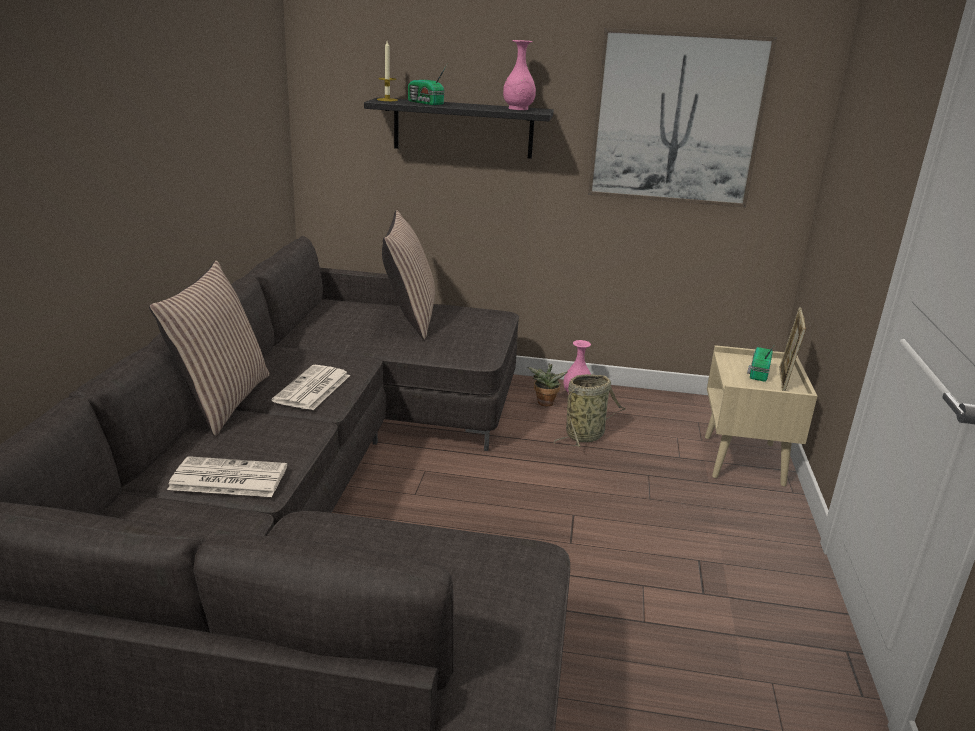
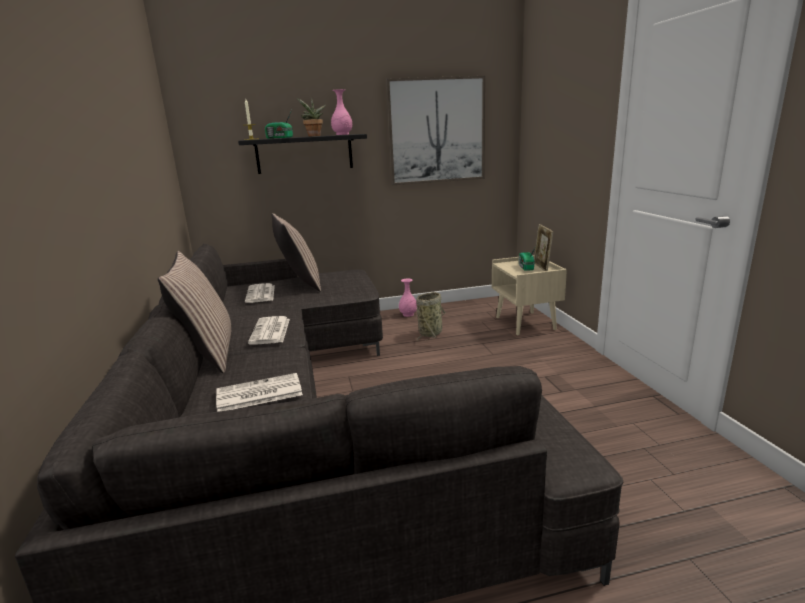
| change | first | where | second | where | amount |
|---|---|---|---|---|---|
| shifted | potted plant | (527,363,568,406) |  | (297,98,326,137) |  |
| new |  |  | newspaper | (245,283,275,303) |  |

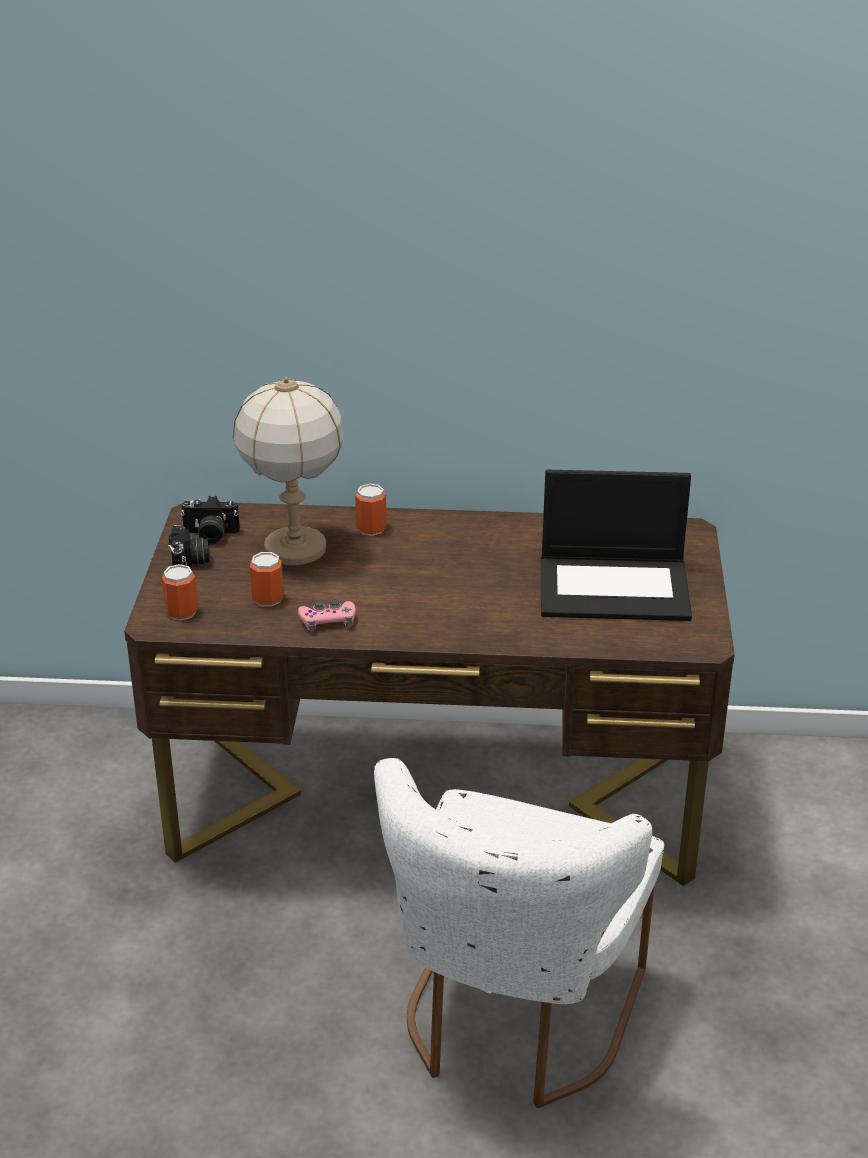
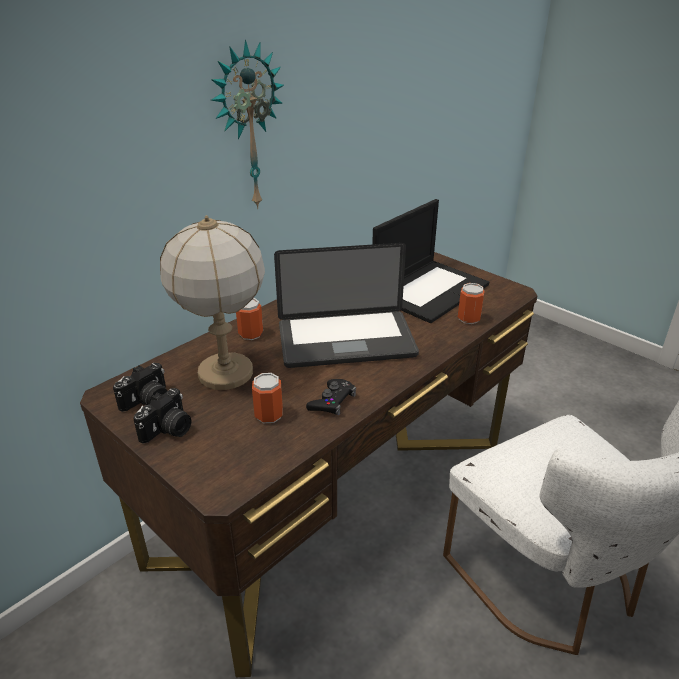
| change | first | where | second | where | amount |
|---|---|---|---|---|---|
| shifted | can | (162,564,198,621) |  | (458,283,485,324) |  |
| rotated | photo camera | (168,524,210,567) |  | (133,388,191,443) | 90 degrees clockwise |
| repainted | game controller/pink | (298,600,356,632) | game controller/black | (306,379,356,416) |  |
| new |  |  | wall clock | (211,40,284,209) |  |
| new |  |  | laptop | (274,243,419,368) |  |

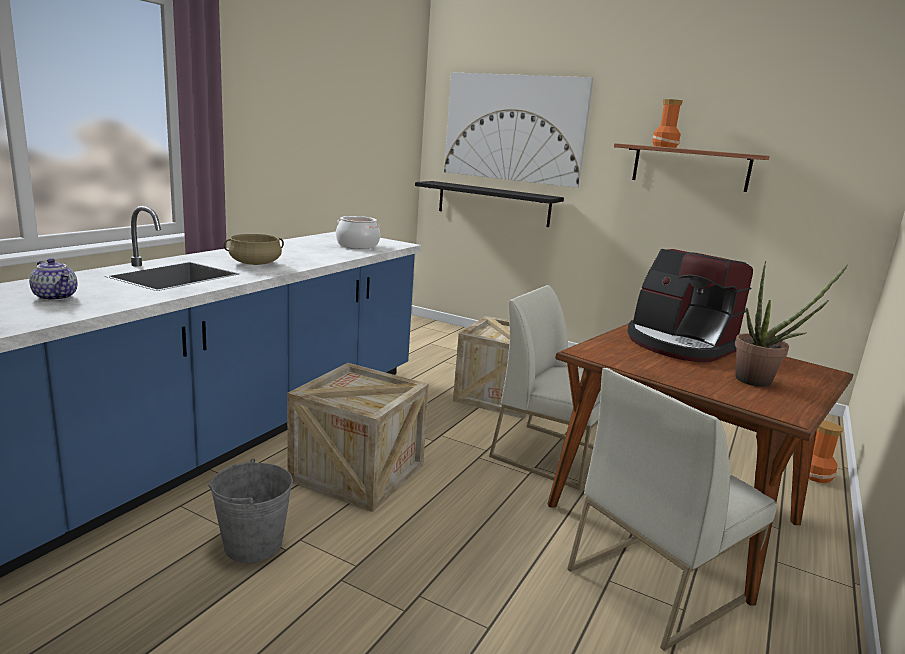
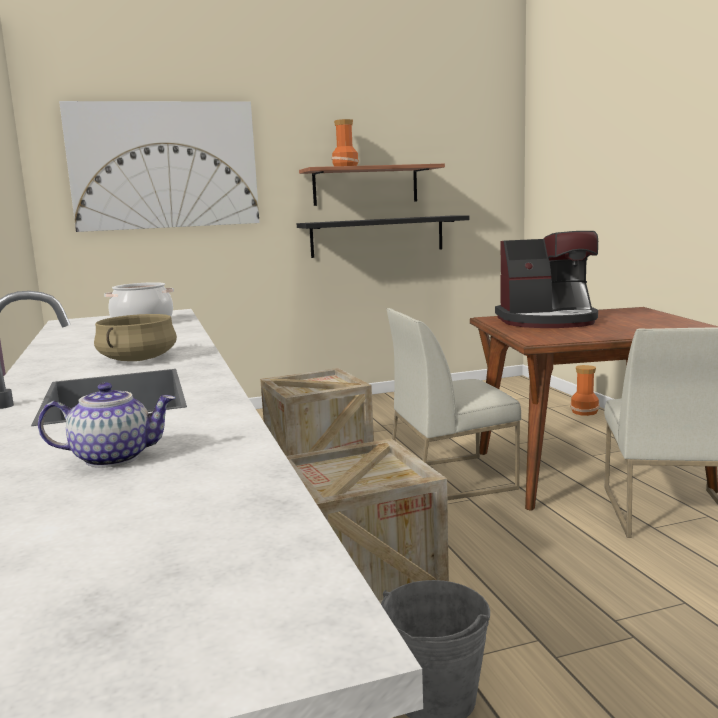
| change | first | where | second | where | amount |
|---|---|---|---|---|---|
| shifted | shelf/black | (415,181,564,227) |  | (297,215,469,258) |  |
| gone | potted plant | (735,261,848,387) |  |  |  |

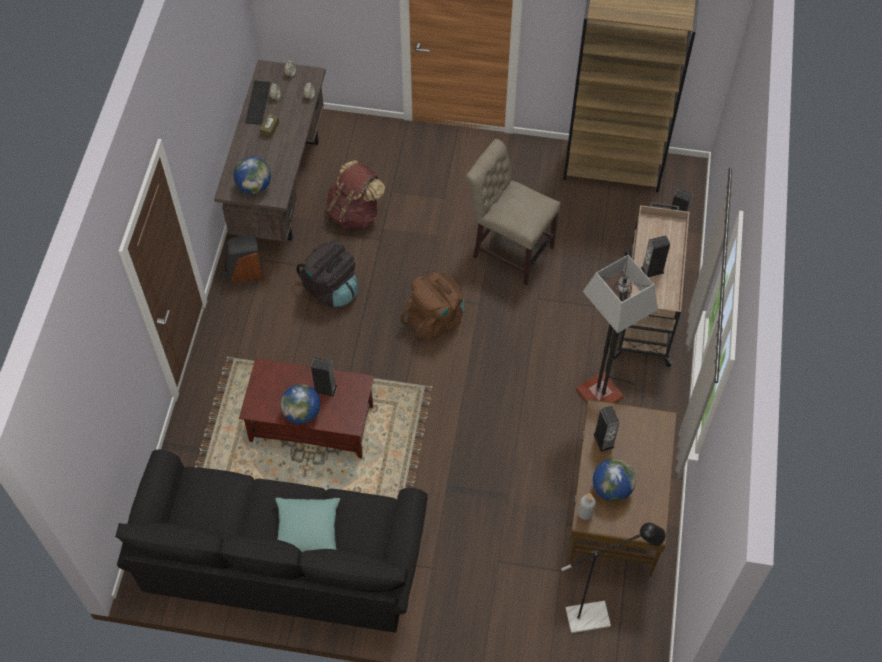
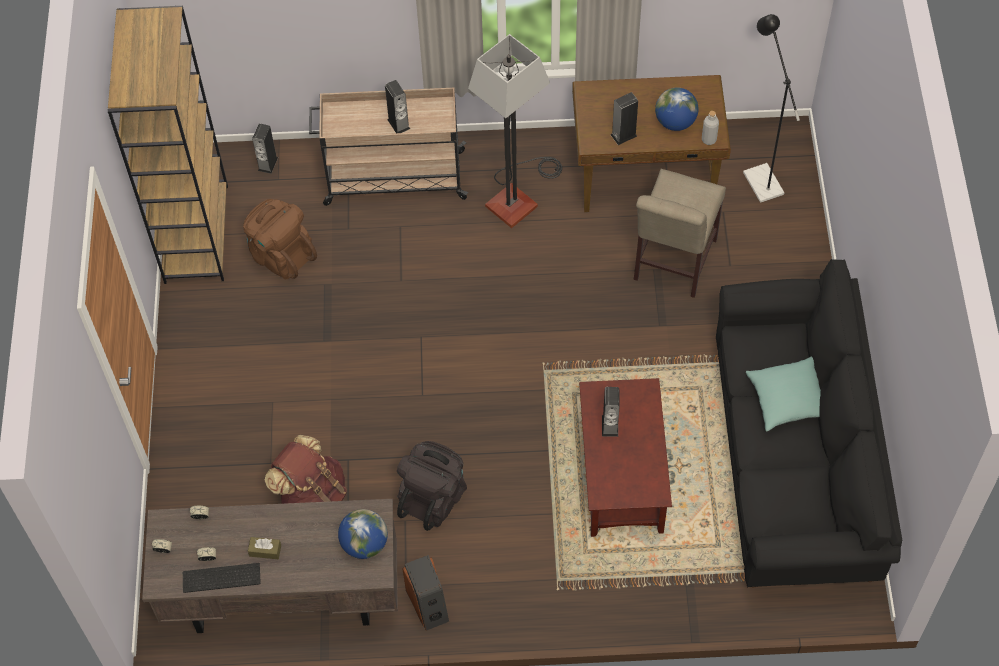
| change | first | where | second | where | amount |
|---|---|---|---|---|---|
| gone | globe | (280,384,321,424) |  |  |  |
| shifted | backpack/brown | (400,272,464,342) |  | (243,199,317,279) |  |
| shifted | chair/beige | (466,139,560,286) |  | (634,169,726,298) |  |

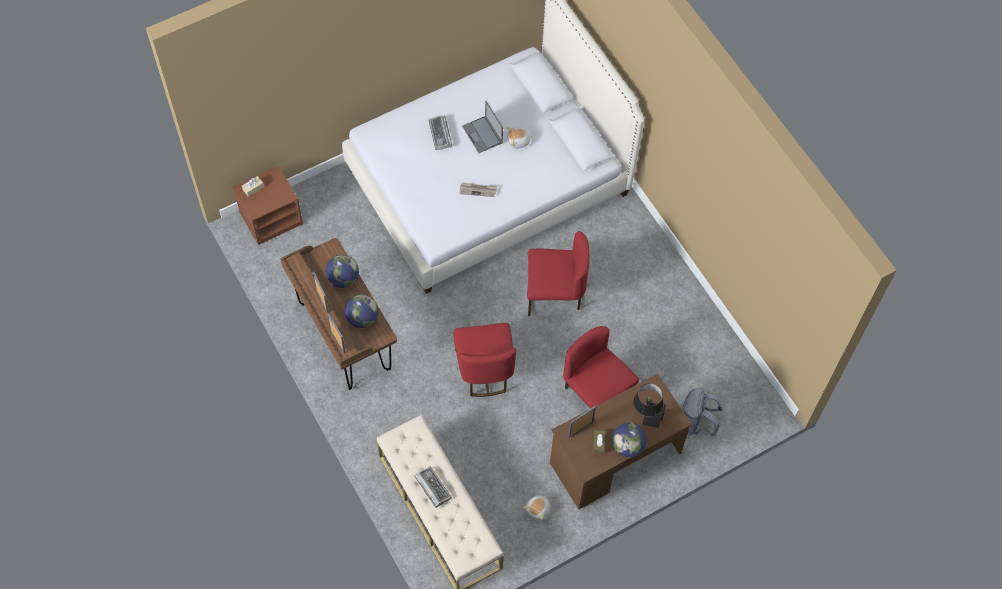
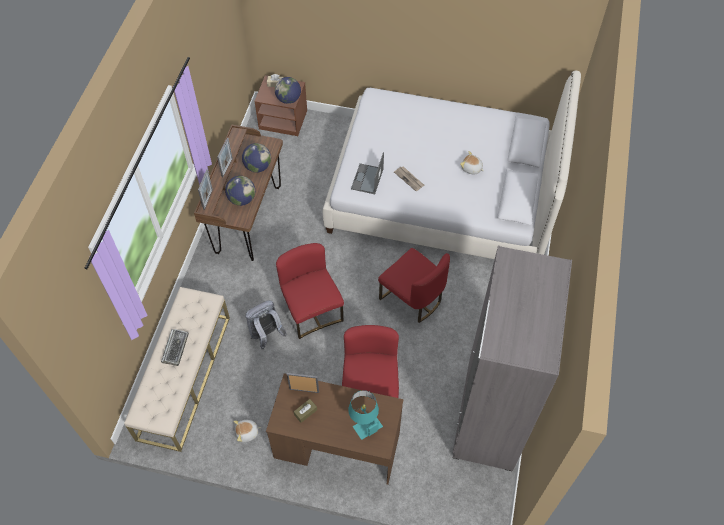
| change | first | where | second | where | amount |
|---|---|---|---|---|---|
| gone | keyboard | (428,115,452,150) |  |  |  |
| rotated | chair/red | (454,323,516,397) |  | (276,243,344,339) | 120 degrees clockwise |
| shifted | laptop | (462,101,503,153) |  | (351,152,384,194) |  |
| shifted | globe | (612,422,647,457) |  | (275,77,301,104) |  |
| repainted | table lamp/black | (634,384,666,428) | table lamp/turquoise | (348,390,383,440) |  |
| shifted | backpack/grey | (682,388,722,437) |  | (245,300,287,349) |  |
| new |  |  | wardrobe/grey | (453,245,572,471) |  |

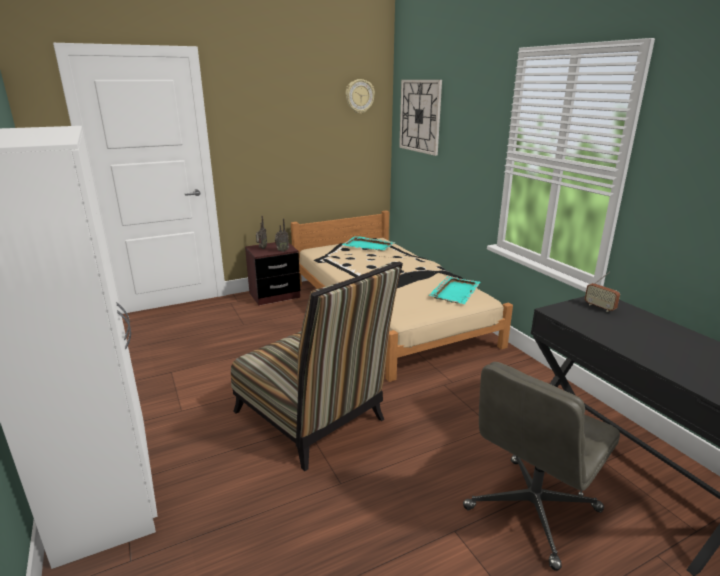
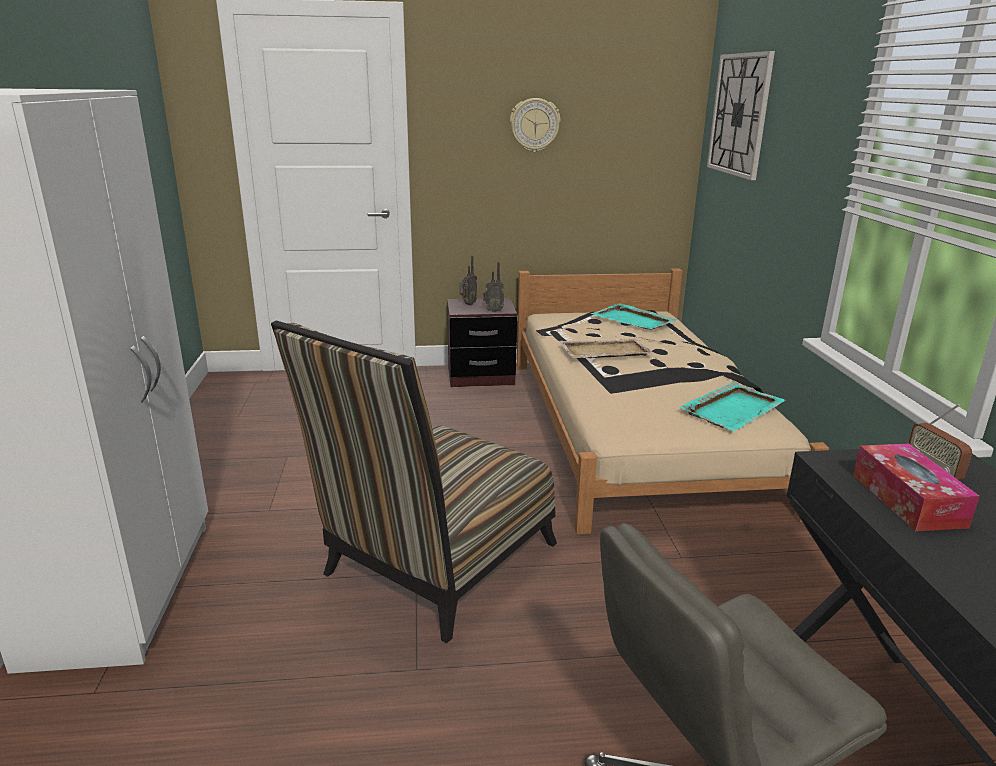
| change | first | where | second | where | amount |
|---|---|---|---|---|---|
| rotated | chair | (231,262,403,471) |  | (271,320,557,643) | 60 degrees clockwise |
| shifted | wall clock | (346,79,375,114) |  | (510,98,561,152) |  |
| new |  |  | tray/beige | (559,338,653,358) |  |
| new |  |  | tissue box | (853,444,979,531) |  |

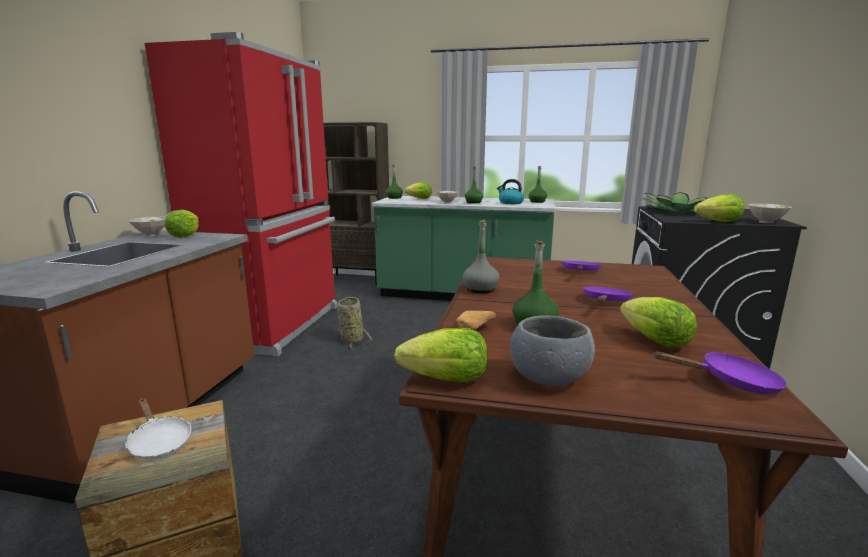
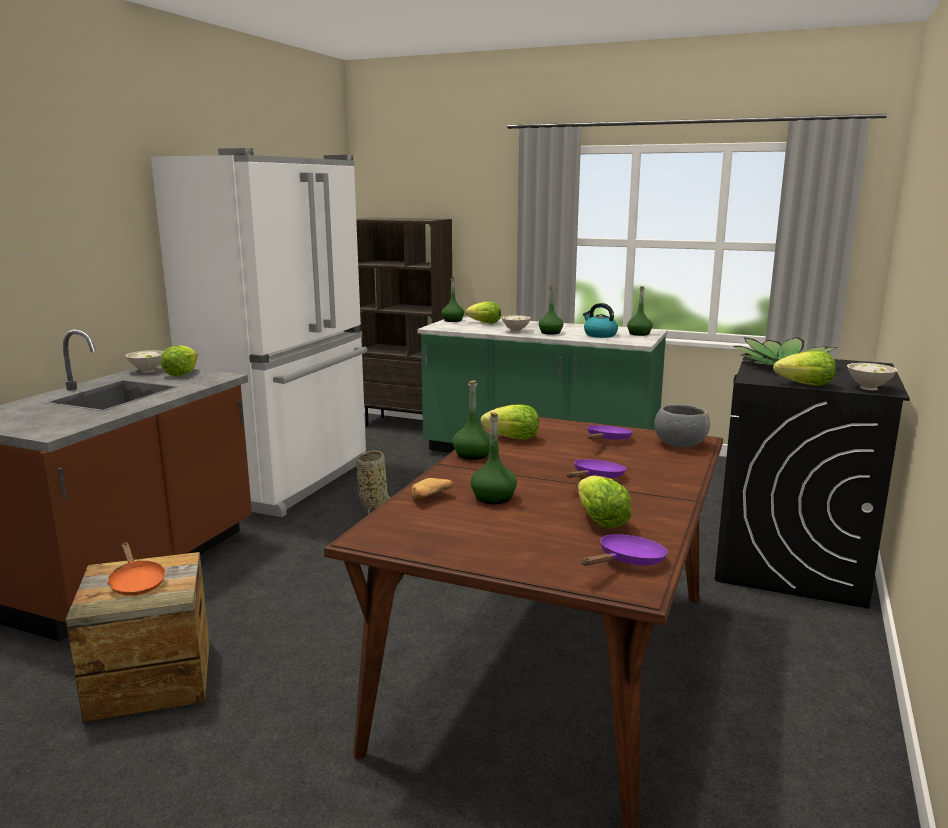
| change | first | where | second | where | amount |
|---|---|---|---|---|---|
| repainted | frying pan/white | (125,398,191,460) | frying pan/orange | (107,542,166,596) |  |
| repainted | fridge/red | (145,32,337,356) | fridge/white | (151,148,367,517) |  |
| shifted | lettuce | (394,328,487,382) |  | (480,405,539,440) |  |
| repainted | bottle/grey | (463,220,499,293) | bottle/green | (453,380,490,460) |  |
| shifted | bowl/grey | (510,315,595,386) |  | (655,404,710,447) |  |
| rotated | frying pan/purple | (653,351,787,394) |  | (581,534,668,566) | 60 degrees counterclockwise |

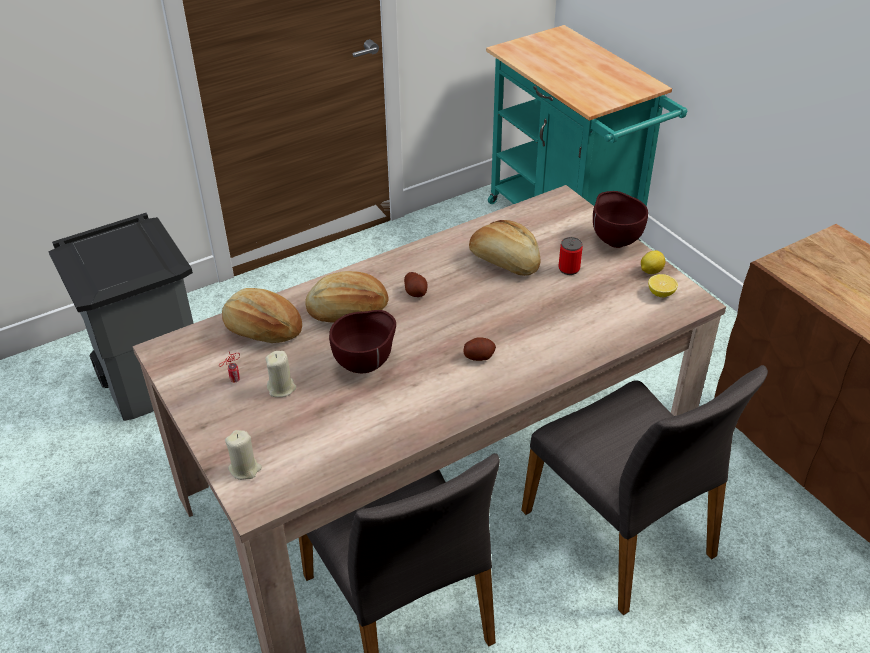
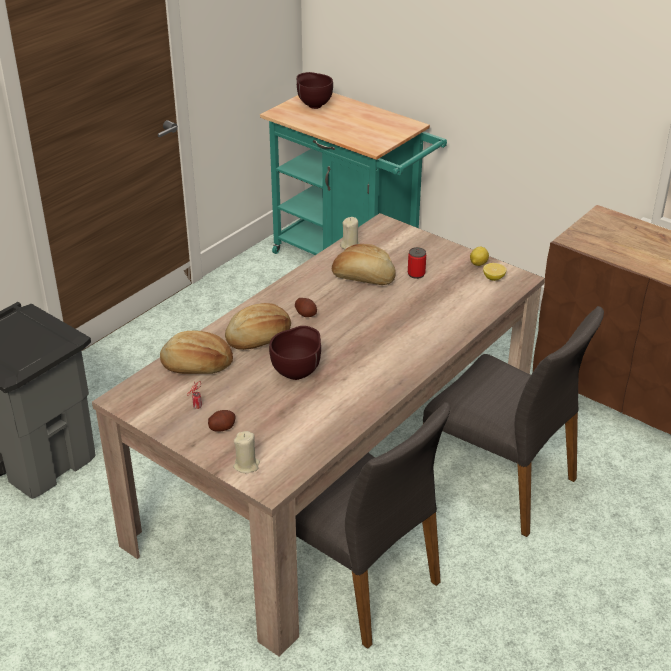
| change | first | where | second | where | amount |
|---|---|---|---|---|---|
| shifted | candle/beige | (265,351,296,397) |  | (340,217,360,249) |  |
| shifted | potato | (463,337,496,361) |  | (208,410,236,432) |  |
| shifted | bowl/brown | (593,191,648,248) |  | (297,72,333,109) |  |

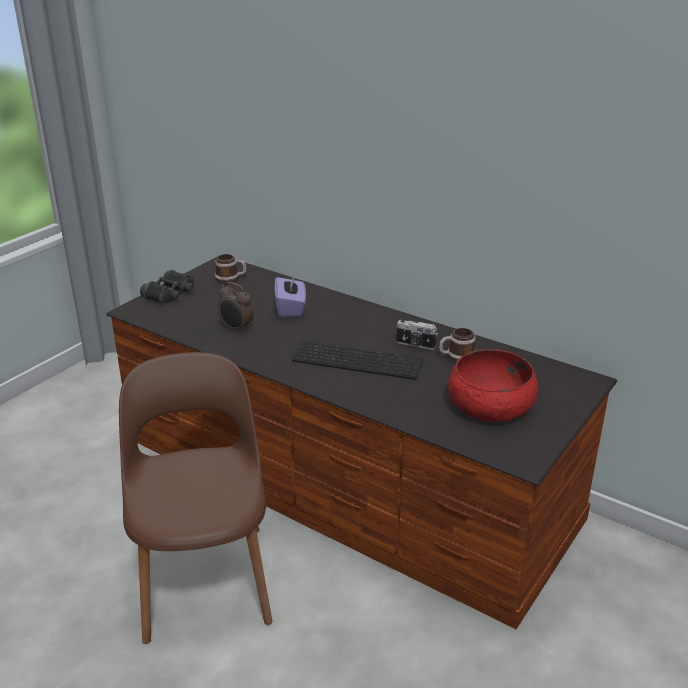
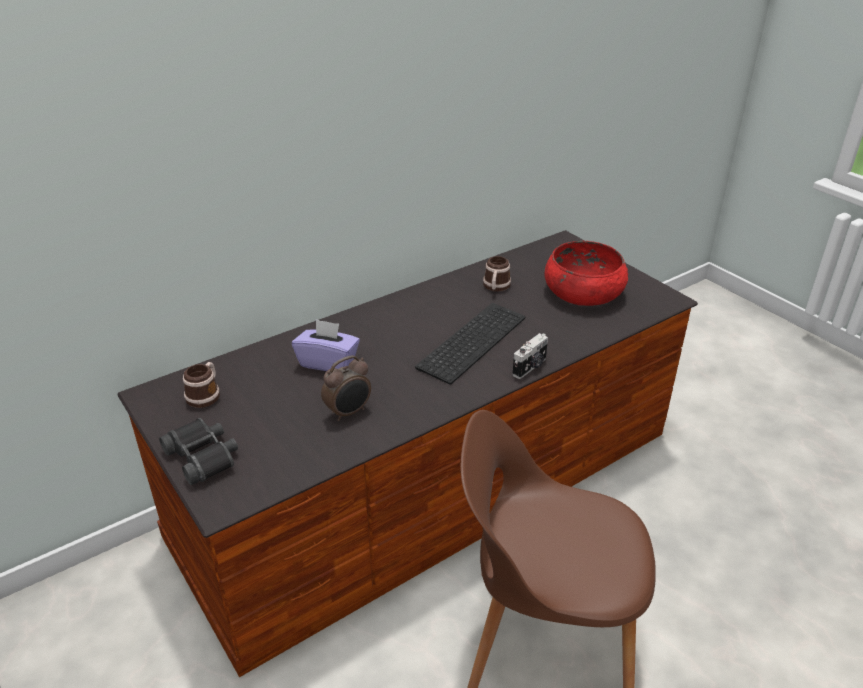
| change | first | where | second | where | amount |
|---|---|---|---|---|---|
| shifted | photo camera | (396,319,438,350) |  | (512,333,548,379) |  |

